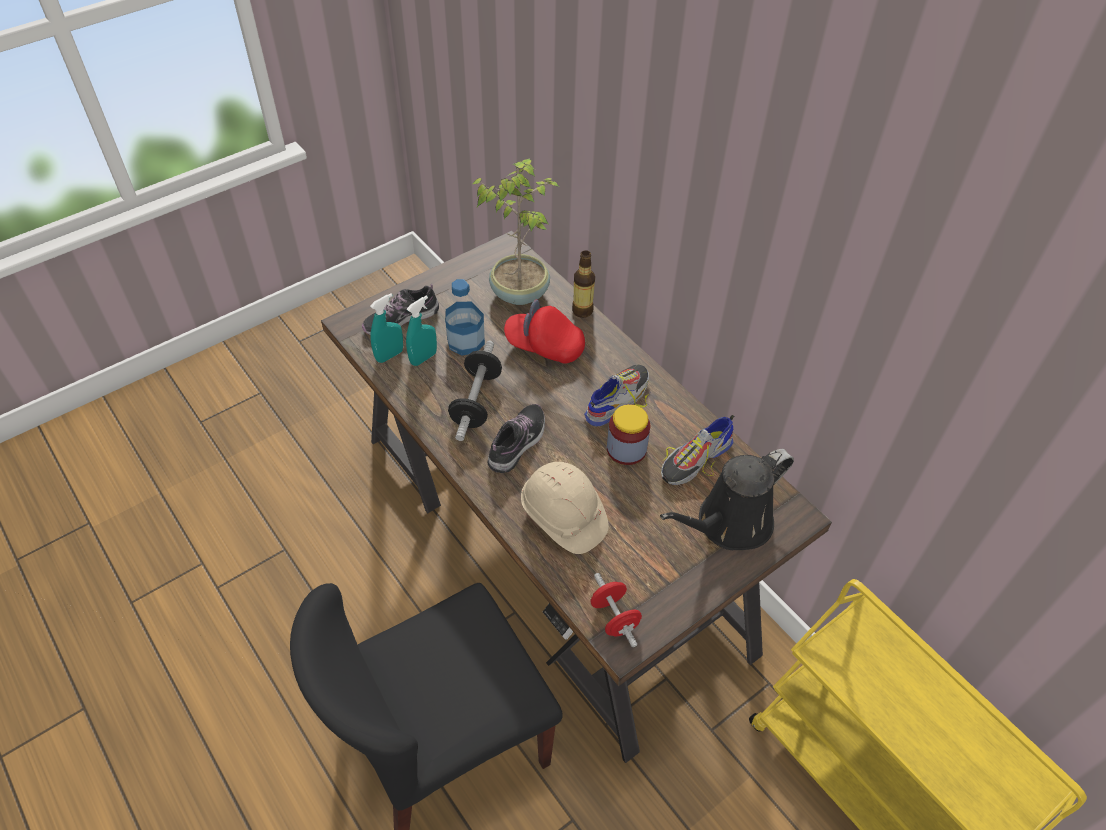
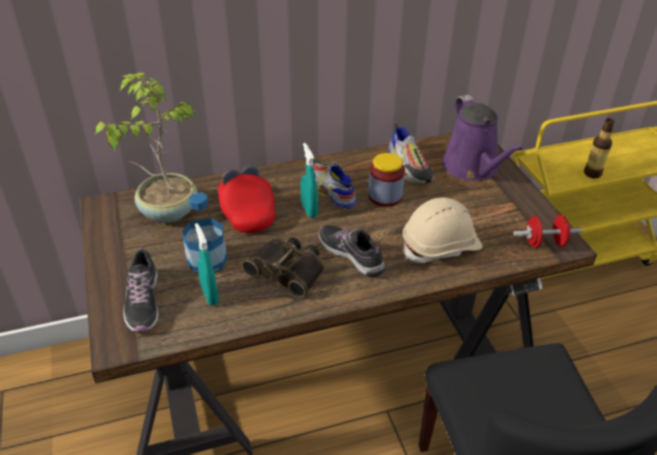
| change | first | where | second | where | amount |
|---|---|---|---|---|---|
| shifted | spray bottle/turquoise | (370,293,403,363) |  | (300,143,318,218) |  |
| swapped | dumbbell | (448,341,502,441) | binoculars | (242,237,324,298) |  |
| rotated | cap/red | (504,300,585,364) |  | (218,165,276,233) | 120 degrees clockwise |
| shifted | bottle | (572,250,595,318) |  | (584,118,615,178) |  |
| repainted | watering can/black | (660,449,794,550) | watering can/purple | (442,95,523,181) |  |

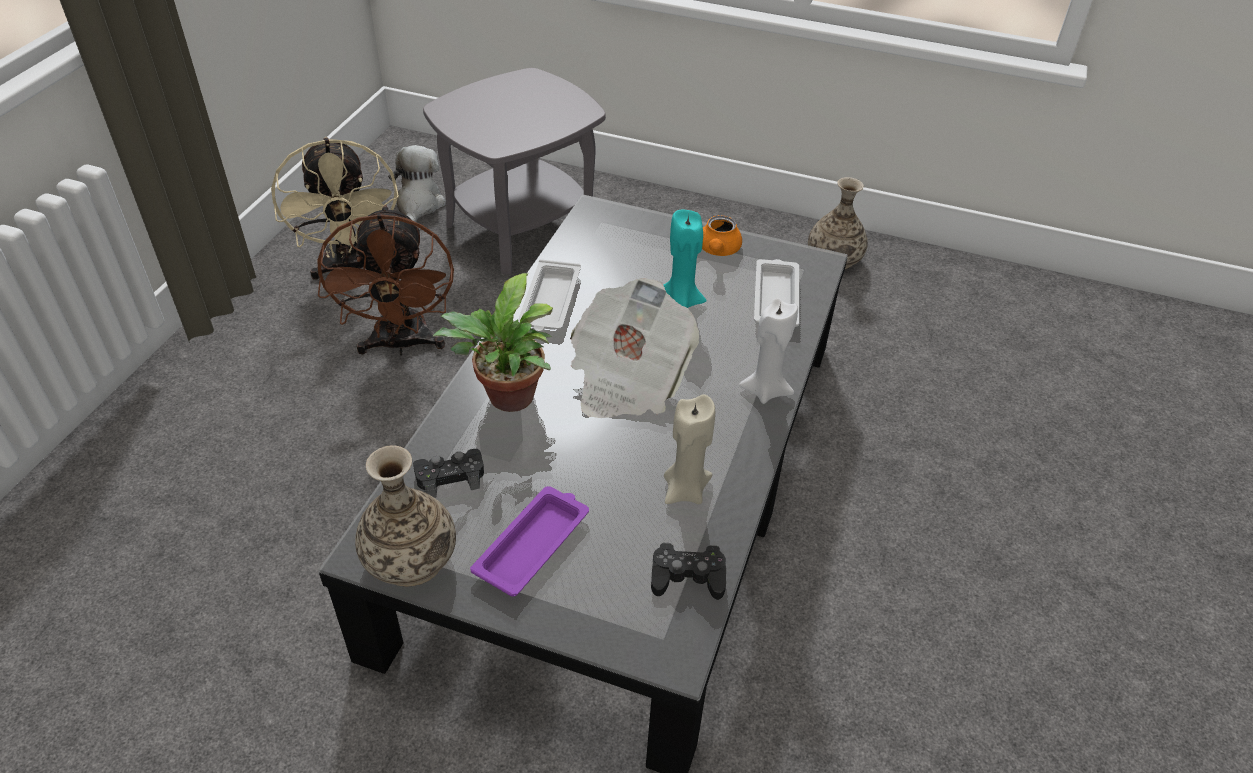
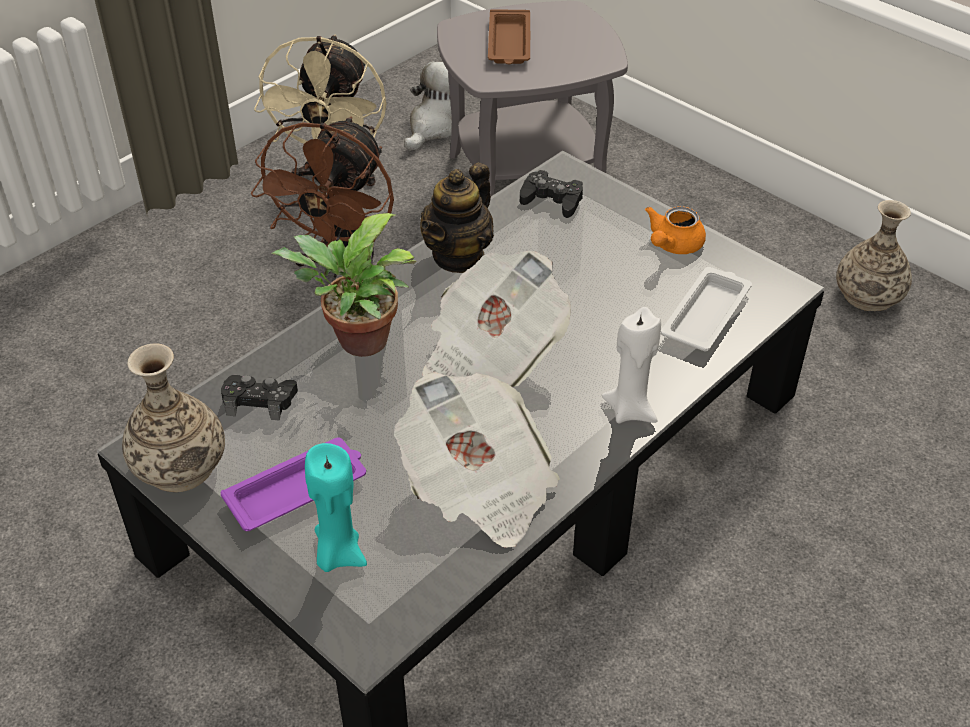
| change | first | where | second | where | amount |
|---|---|---|---|---|---|
| swapped | tray/white | (518,259,581,332) | teapot | (420,163,494,273) |  |
| shifted | game controller/black | (651,543,726,600) |  | (520,170,583,218) |  |
| shifted | candle/turquoise | (664,210,707,308) |  | (305,443,367,572) |  |
| swapped | candle/beige | (664,394,715,504) | newspaper | (394,372,560,548) |  |
| new |  |  | tray/brown | (488,9,530,64) |  |

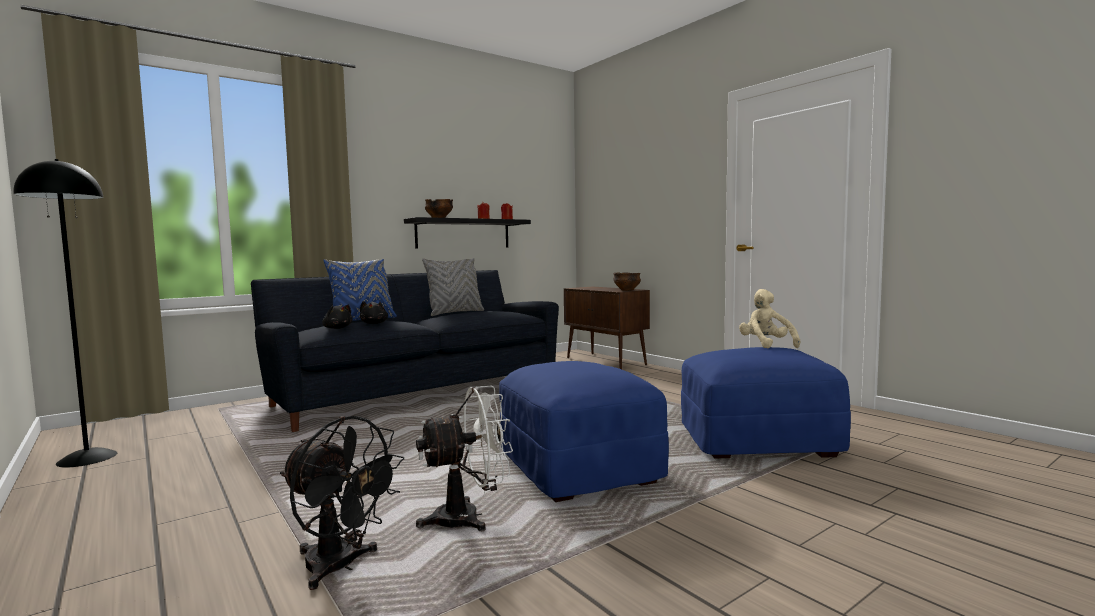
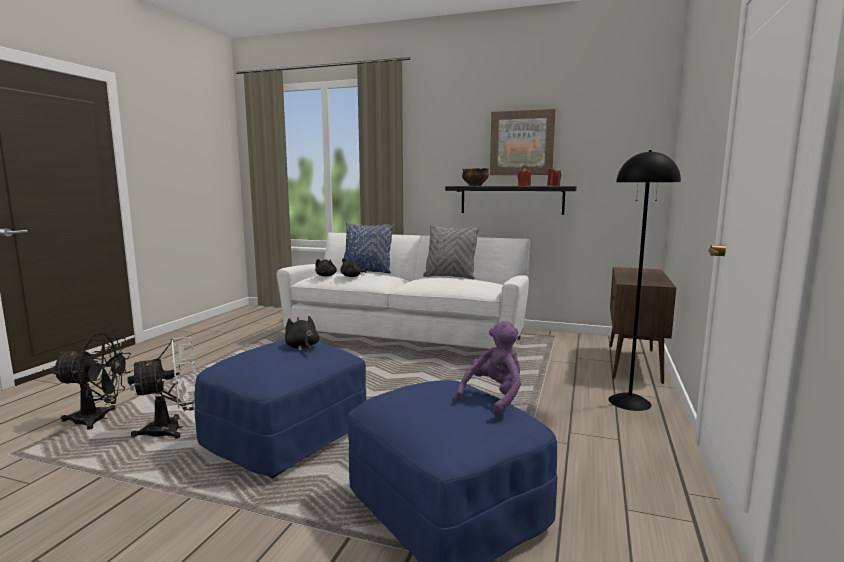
| change | first | where | second | where | amount |
|---|---|---|---|---|---|
| shifted | floor lamp/black | (13,159,117,467) |  | (608,150,681,411) |  |
| repainted | sofa/black | (251,270,559,432) | sofa/white | (277,232,530,349) |  |
| rotated | fan/black | (280,416,404,590) |  | (51,332,131,430) | 90 degrees counterclockwise |
| rotated | fan/white | (416,385,513,531) |  | (127,337,196,439) | 60 degrees counterclockwise |
| gone | bowl | (613,272,641,291) |  |  |  |
| repainted | plush toy/beige | (739,289,800,348) | plush toy/purple | (455,321,521,417) |  |
| new |  |  | plush toy/black | (285,316,320,352) |  |
| new |  |  | picture | (490,109,556,175) |  |

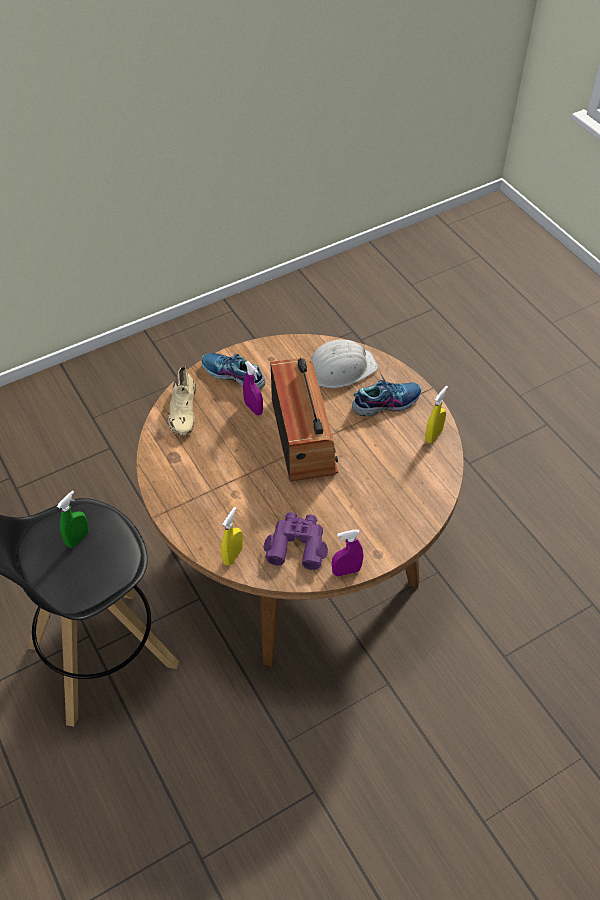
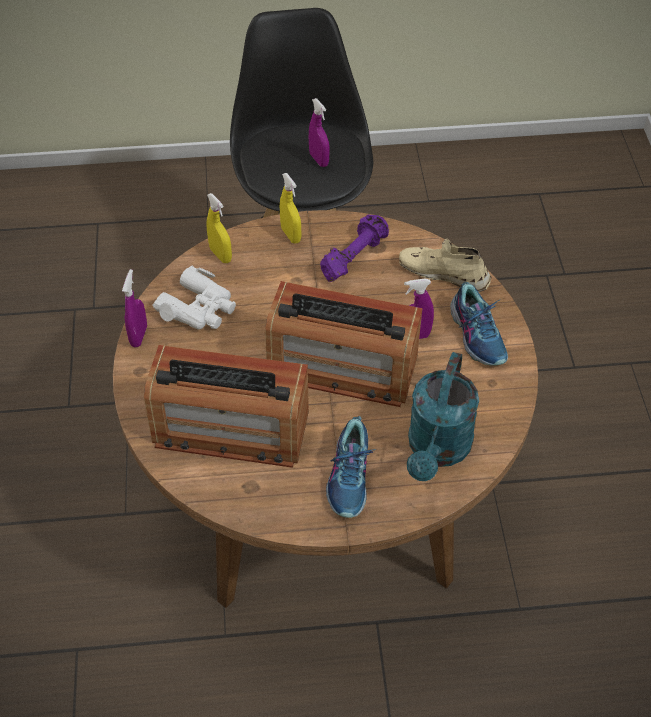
| change | first | where | second | where | amount |
|---|---|---|---|---|---|
| repainted | spray bottle/green | (57,490,89,548) | spray bottle/purple | (309,98,330,167) |  |
| rotated | shoe | (201,353,266,390) |  | (450,282,508,366) | 105 degrees clockwise |
| repainted | binoculars/purple | (264,512,328,570) | binoculars/white | (153,266,236,330) |  |
| swapped | hard hat/white | (311,340,378,388) | watering can/turquoise | (407,352,479,481) |  |
| shifted | spray bottle/yellow | (425,386,448,443) |  | (280,173,301,244) |  |
| new |  |  | radio | (144,345,309,468) |  |
| new |  |  | dumbbell/purple | (320,214,389,282) |  |

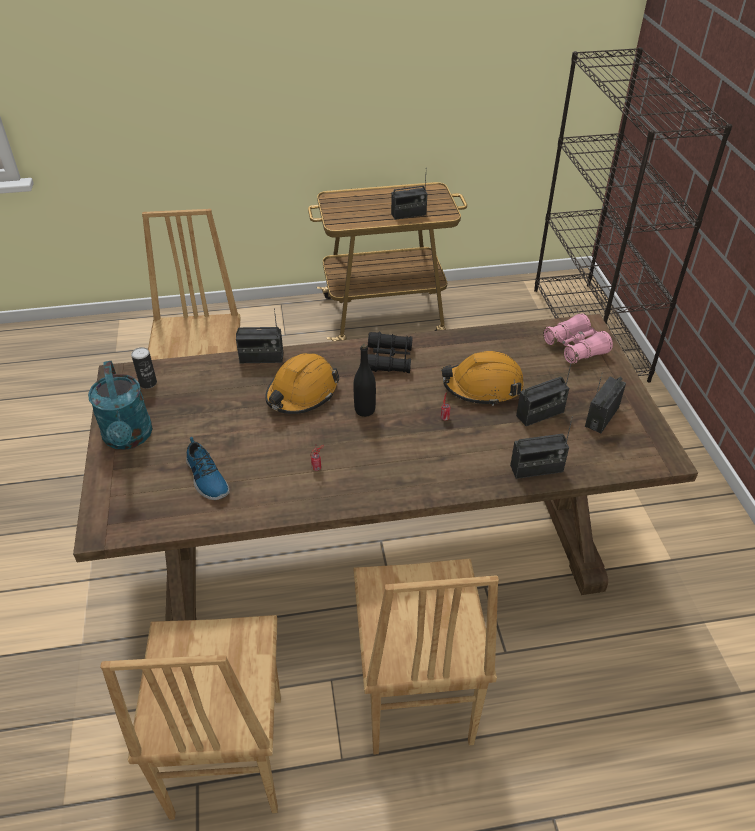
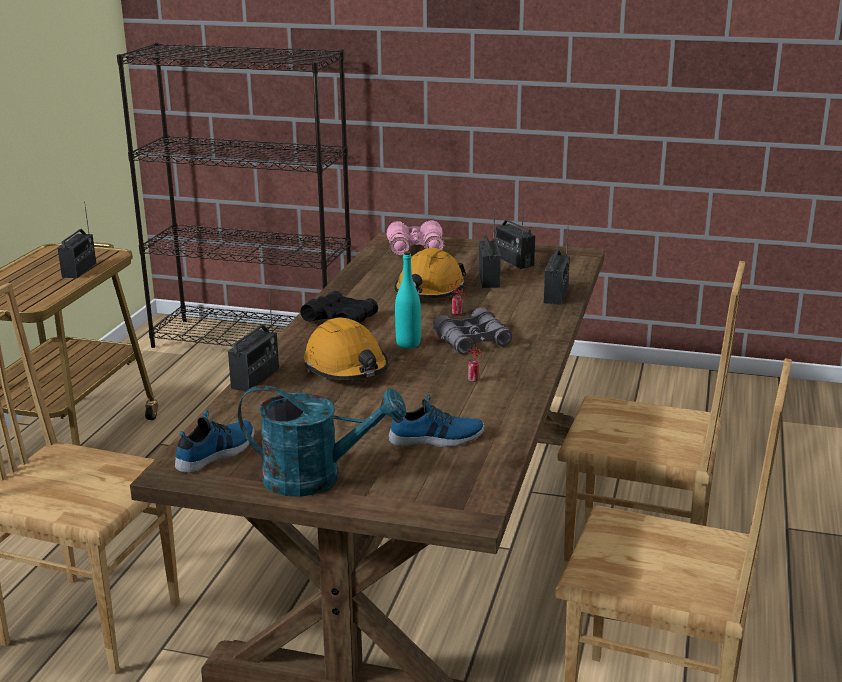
| change | first | where | second | where | amount |
|---|---|---|---|---|---|
| swapped | can | (131,347,157,389) | shoe | (175,410,254,473) |  |
| repainted | bottle/black | (353,344,376,417) | bottle/turquoise | (395,251,421,348) |  |
| new |  |  | binoculars/grey | (433,308,513,355) |  |

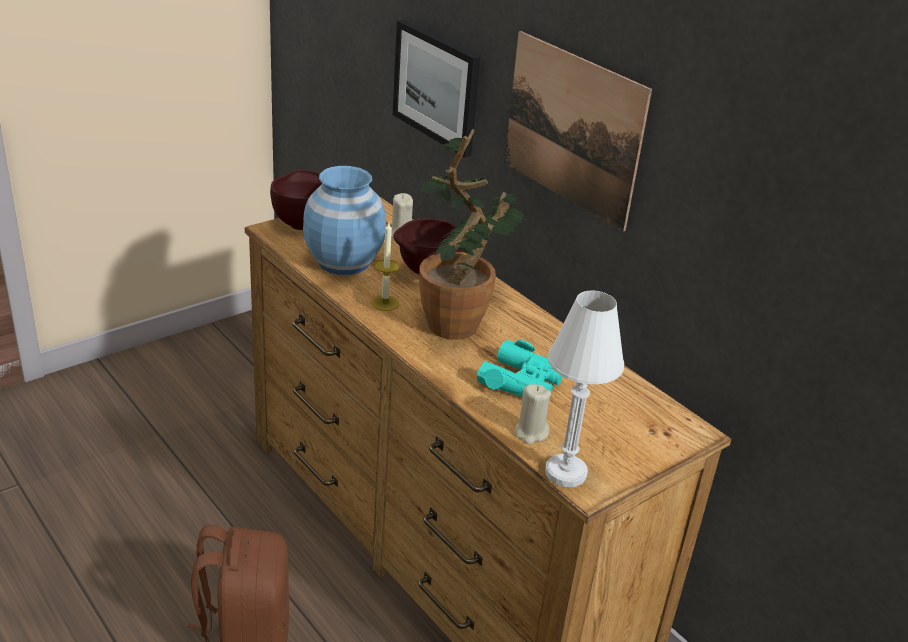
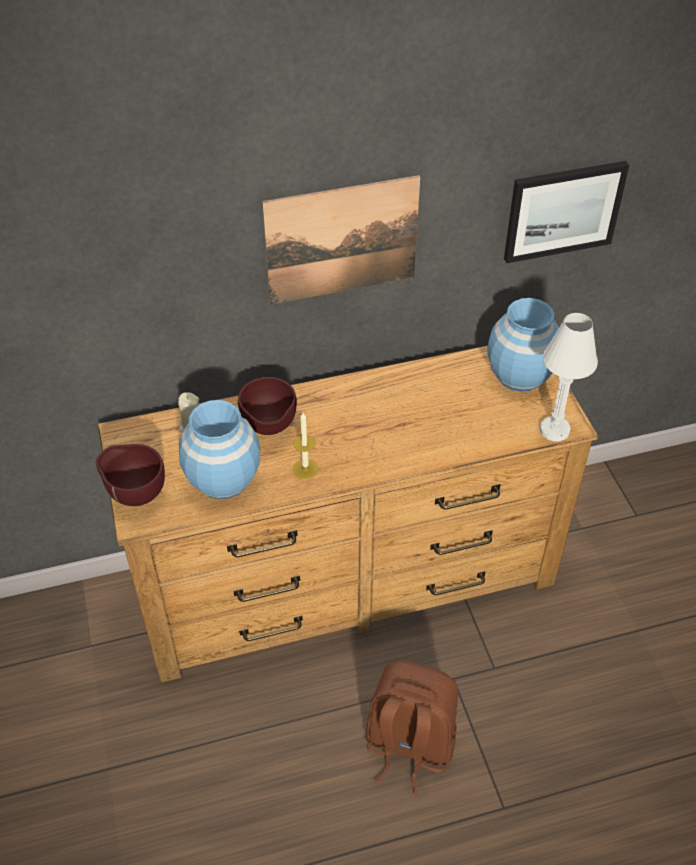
| change | first | where | second | where | amount |
|---|---|---|---|---|---|
| shifted | picture | (393,20,480,158) |  | (504,161,629,263) |  |
| gone | potted plant | (419,129,524,340) |  |  |  |
| gone | binoculars/turquoise | (477,340,563,397) |  |  |  |
| gone | candle/beige | (515,384,551,444) |  |  |  |
| new |  |  | vase/blue | (487,298,559,392) |  |

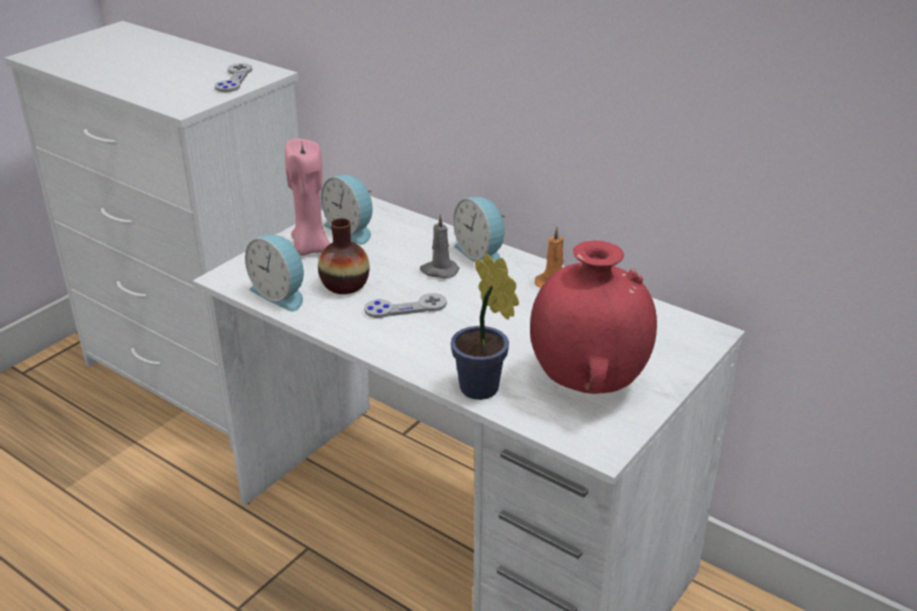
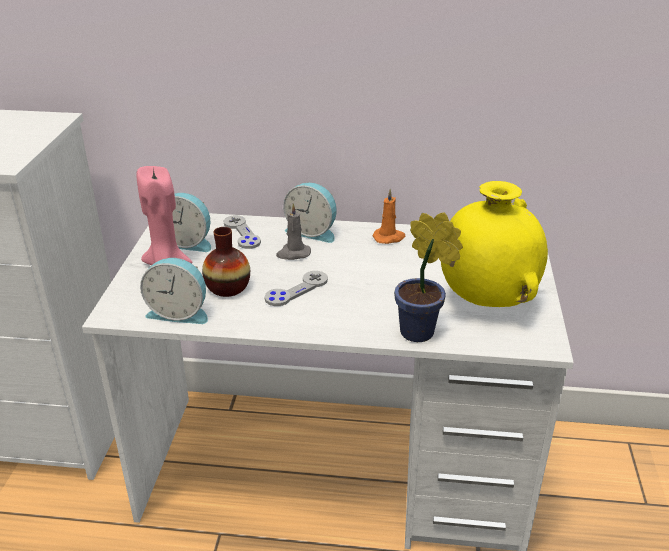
| change | first | where | second | where | amount |
|---|---|---|---|---|---|
| shifted | game controller/grey | (215,63,252,92) |  | (224,215,261,249) |  |
| repainted | vase/red | (530,241,657,394) | vase/yellow | (441,181,548,307) |  |

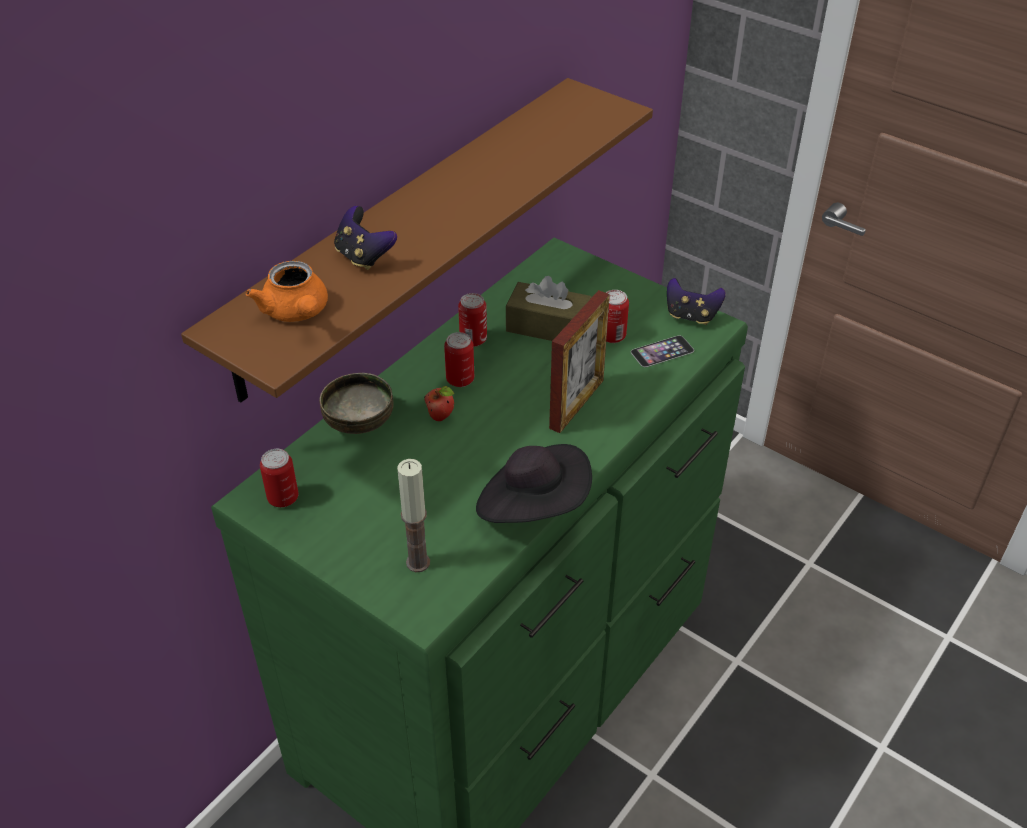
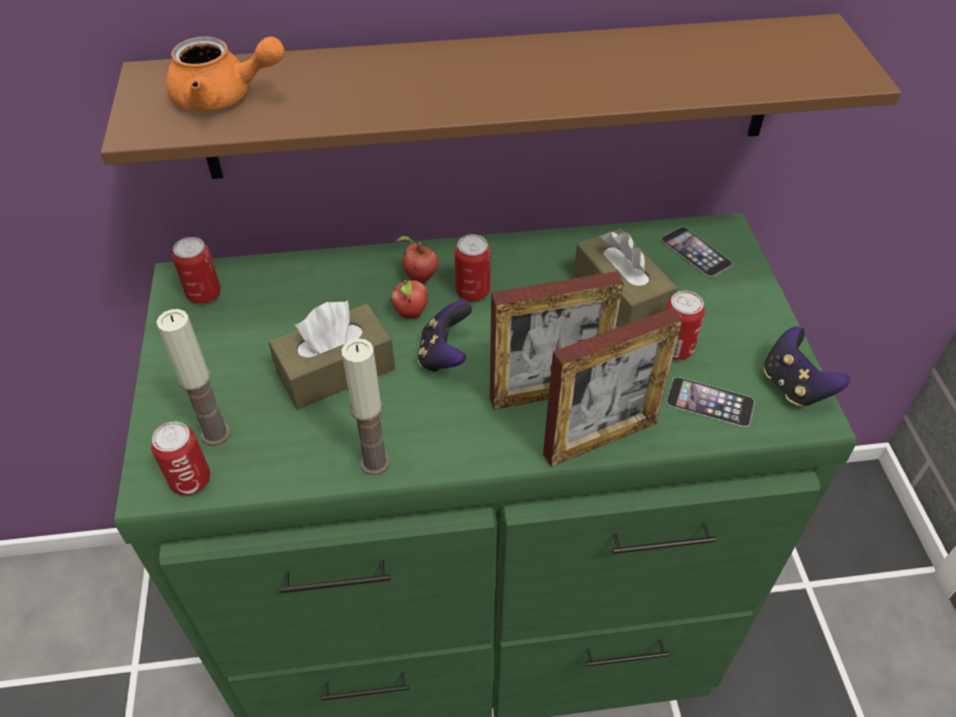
| change | first | where | second | where | amount |
|---|---|---|---|---|---|
| rotated | teapot/orange | (246,261,328,322) |  | (166,36,285,111) | 105 degrees counterclockwise |
| gone | bowl | (319,373,394,434) |  |  |  |
| shifted | game controller | (334,206,397,270) |  | (418,301,472,373) |  |
| shifted | can | (458,293,487,347) |  | (151,422,210,495) |  |
| swapped | hat/black | (476,444,592,523) | candle | (341,338,390,475) |  |
| new |  |  | tissue box/brown | (269,300,395,409) |  |
| new |  |  | apple | (395,236,439,283) |  |
| new |  |  | picture frame | (543,308,683,467) |  |
| new |  |  | phone | (661,227,733,277) |  |

